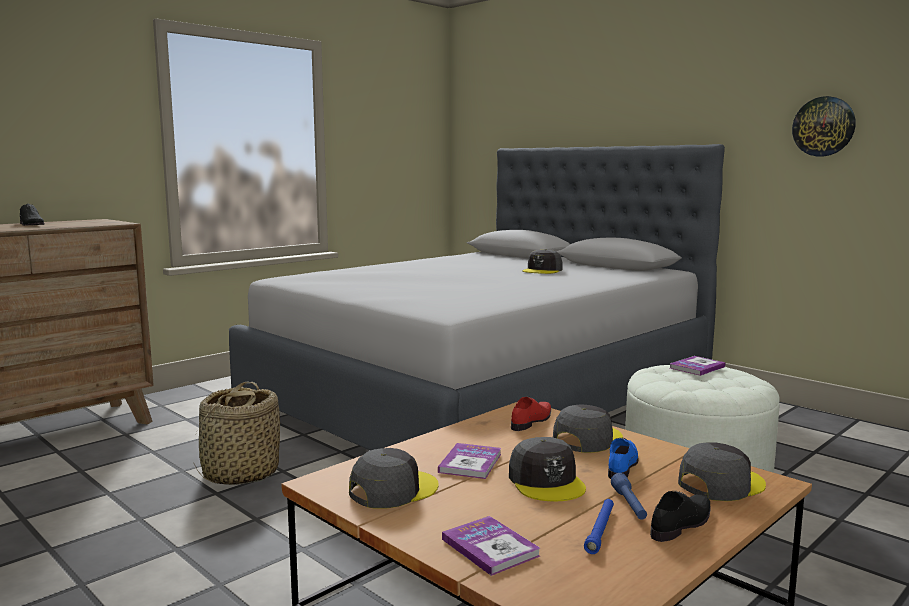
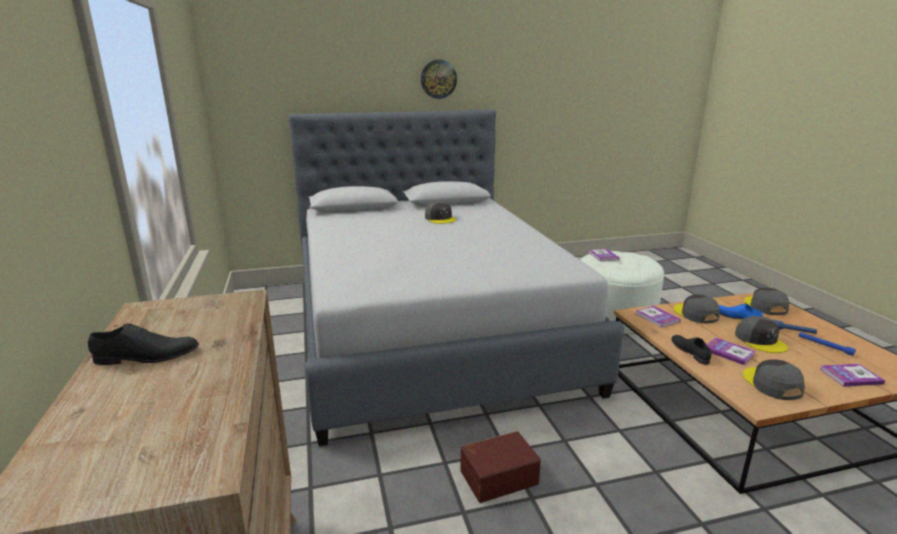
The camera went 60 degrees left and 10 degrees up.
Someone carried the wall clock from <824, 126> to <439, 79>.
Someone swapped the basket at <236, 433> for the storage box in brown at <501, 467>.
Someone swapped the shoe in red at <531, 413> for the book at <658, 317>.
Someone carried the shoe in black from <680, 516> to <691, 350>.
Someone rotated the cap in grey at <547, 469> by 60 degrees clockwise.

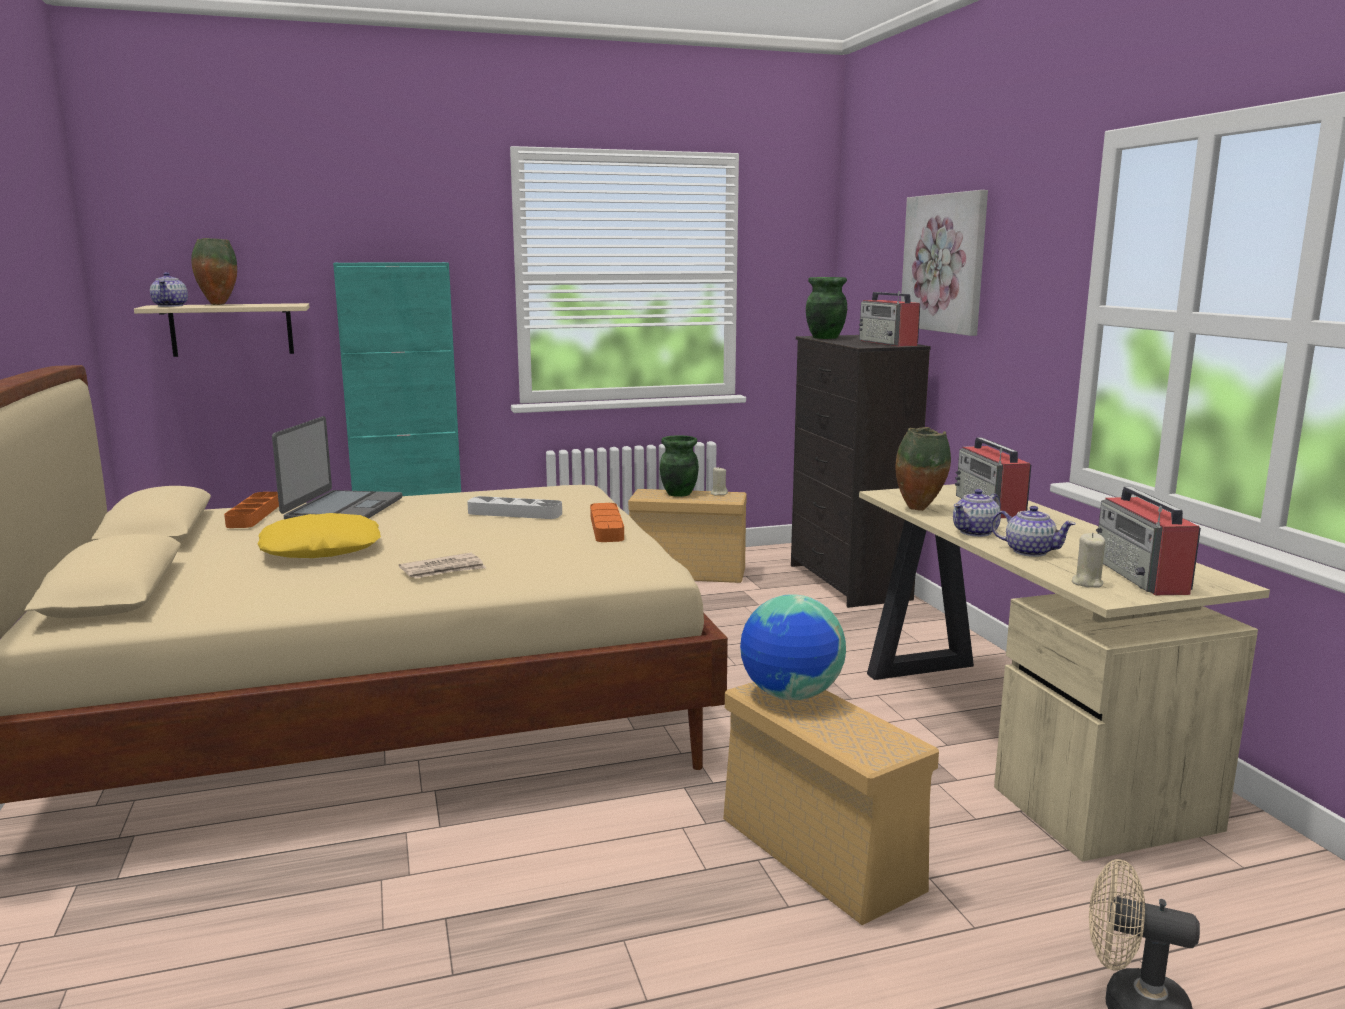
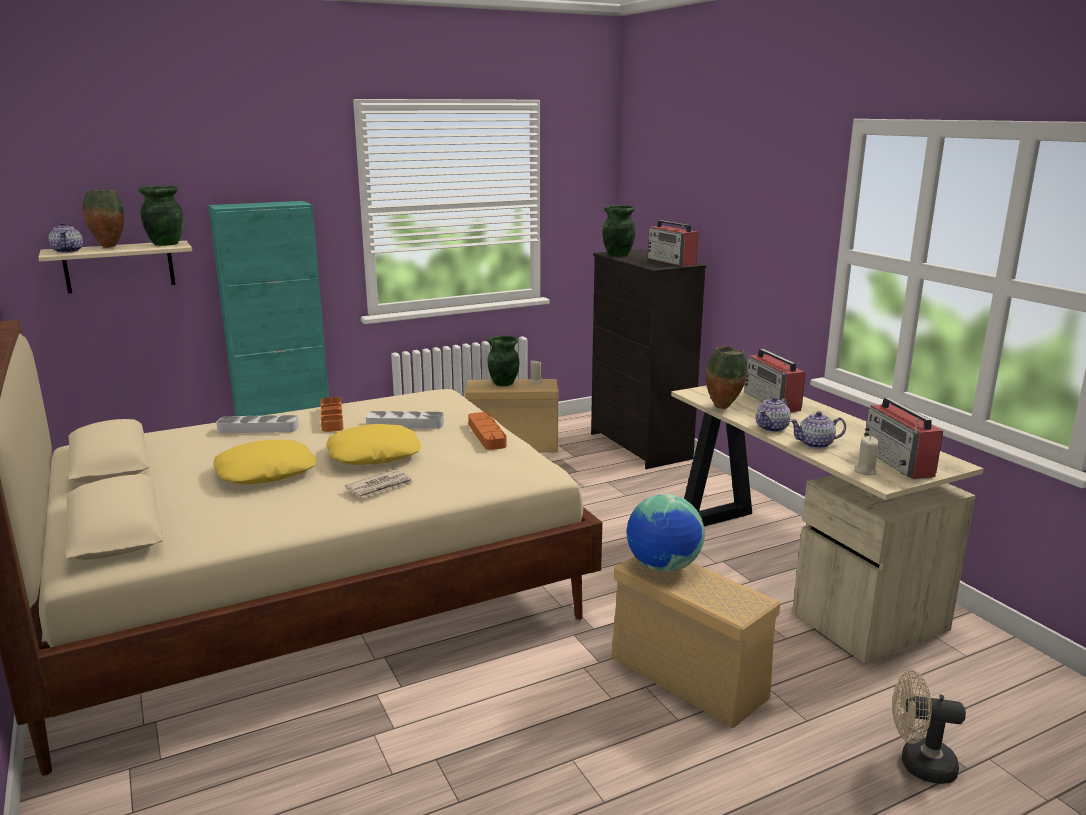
The camera went 10 degrees left and 5 degrees up.
Someone put down the vase in green at <161, 216>.
Someone swapped the laptop at <337, 467> for the tray in grey at <257, 424>.
Someone carried the tray in orange from <251, 510> to <332, 414>.
Someone put down the pillow in yellow at <374, 444>.
Someone rotated the teapot at <1033, 531> by 150 degrees clockwise.
Someone took away the picture at <944, 263>.

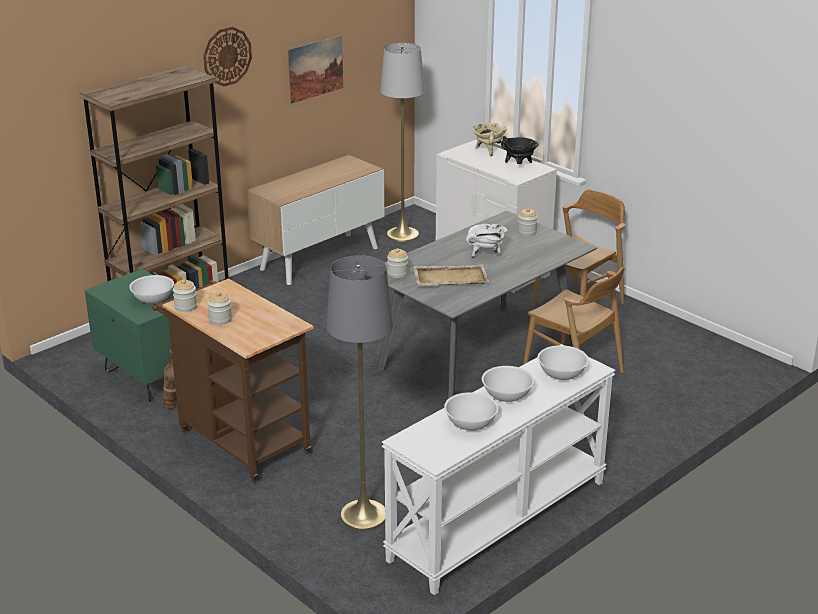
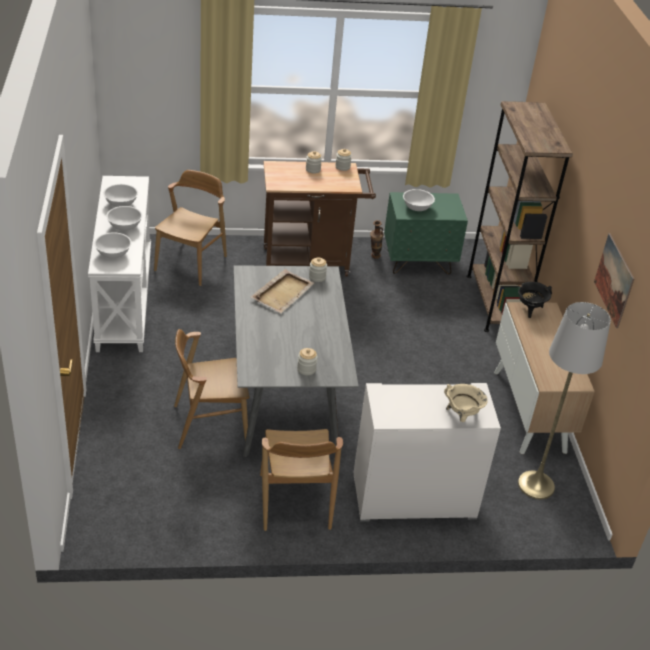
The camera went 125 degrees right and 10 degrees up.
Someone swapped the floor lamp in grey at <359, 393> for the chair in brown at <190, 228>.
Someone carried the cooking pot in black from <520, 150> to <535, 300>.
Someone took away the wall clock at <227, 56>.
Someone took away the cooking pot in white at <486, 241>.

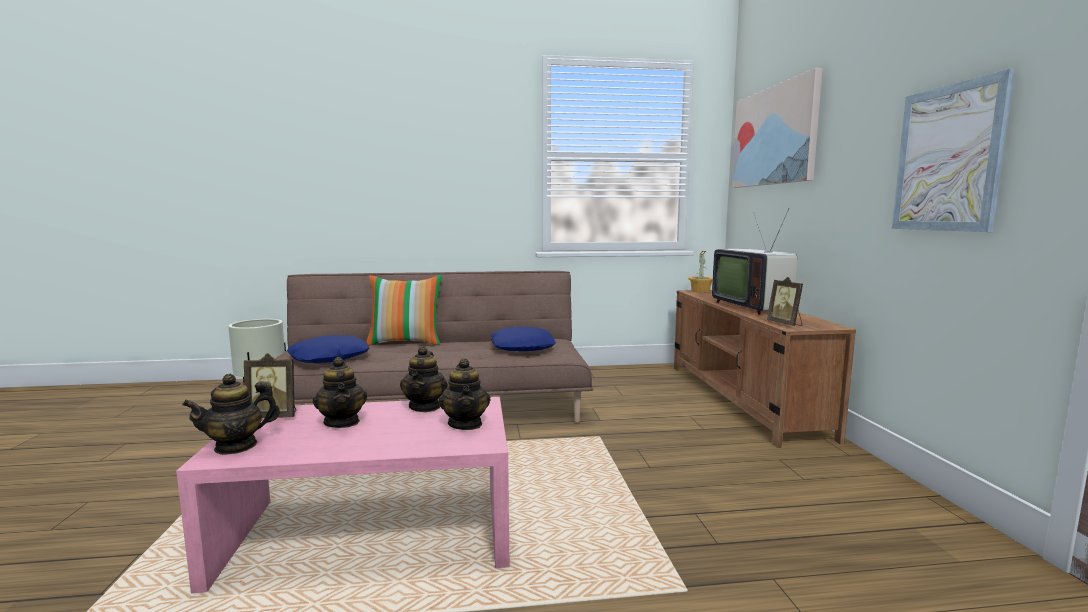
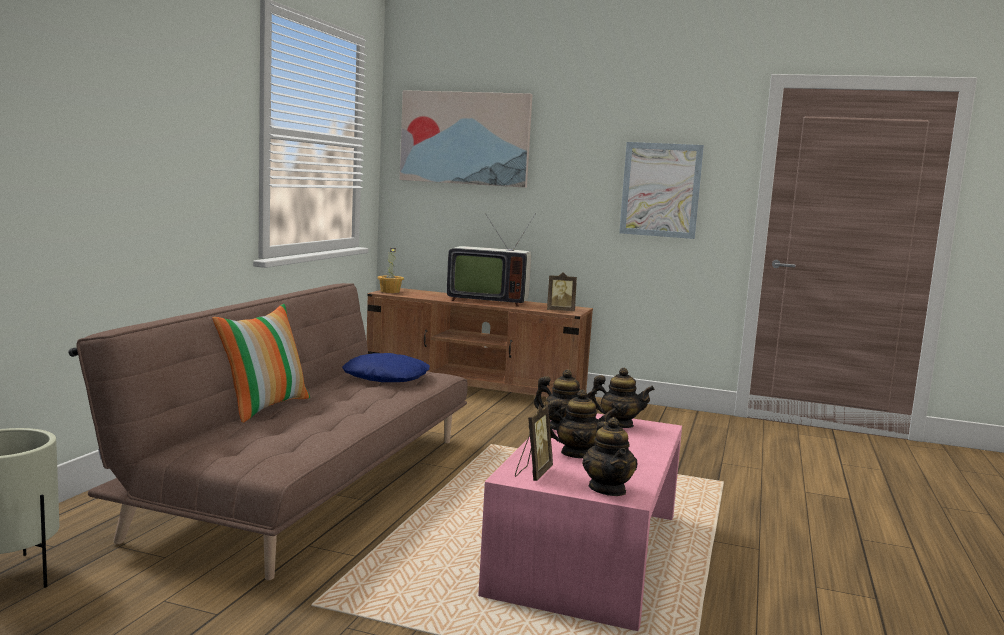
The camera went 65 degrees left and 0 degrees up.
Someone took away the pillow in blue at <328, 349>.

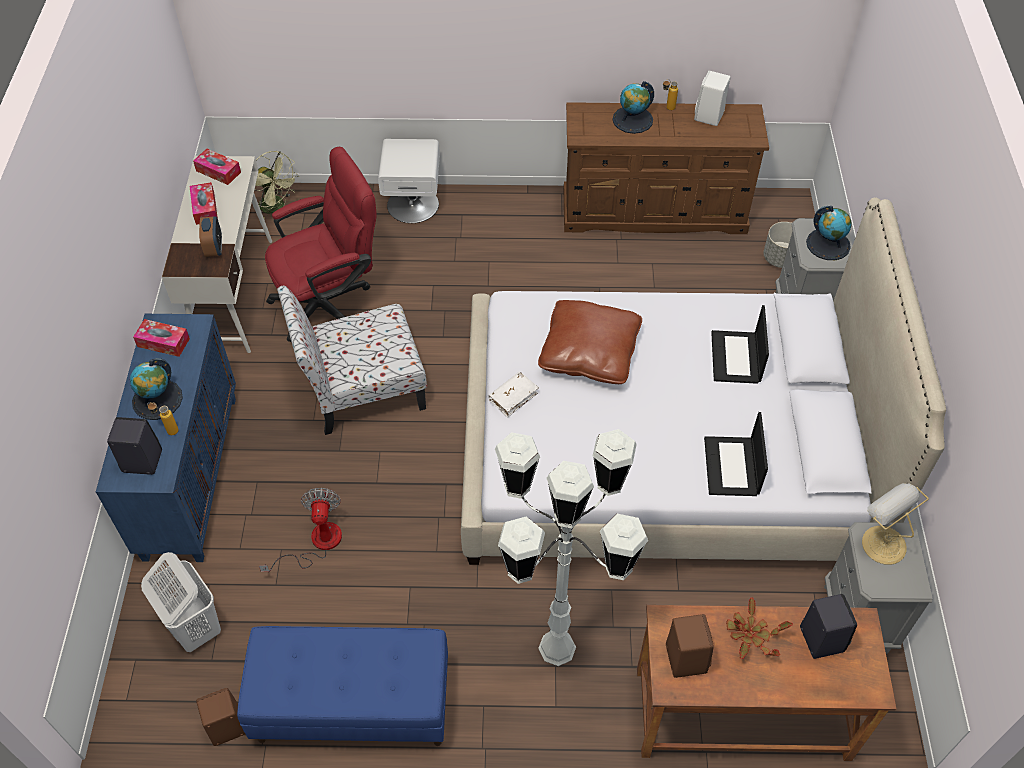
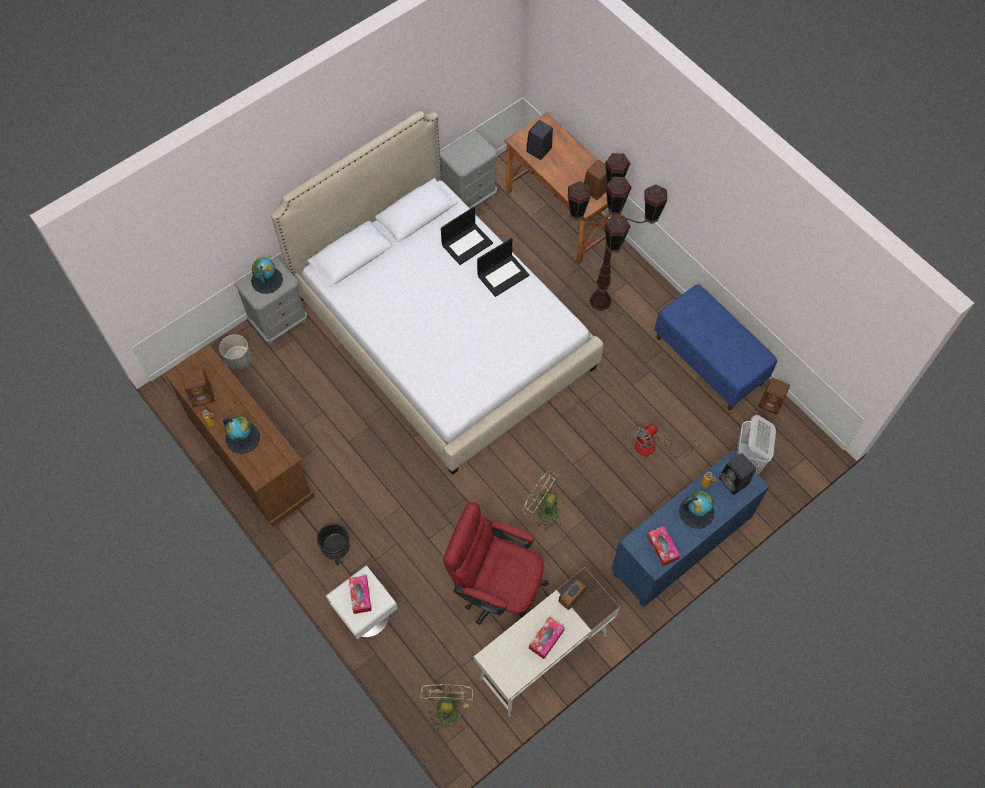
The camera went 130 degrees left and 10 degrees up.
Someone repainted the speaker in white at <712, 98>, which became the speaker in brown at <198, 387>.
Someone put down the planter in black at <333, 544>.
Someone carried the tissue box from <217, 166> to <360, 594>.
Someone carried the laptop from <740, 344> to <503, 267>.
Someone swapped the chair at <352, 360> for the fan in green at <542, 500>.
Someone repainted the floor lamp in white at <571, 547>, which became the floor lamp in brown at <617, 232>.
Someone took away the book in white at <513, 395>.
Someone took away the pillow in brown at <590, 342>.
Someone took away the potted plant at <759, 628>.
Someone took away the table lamp at <895, 524>.

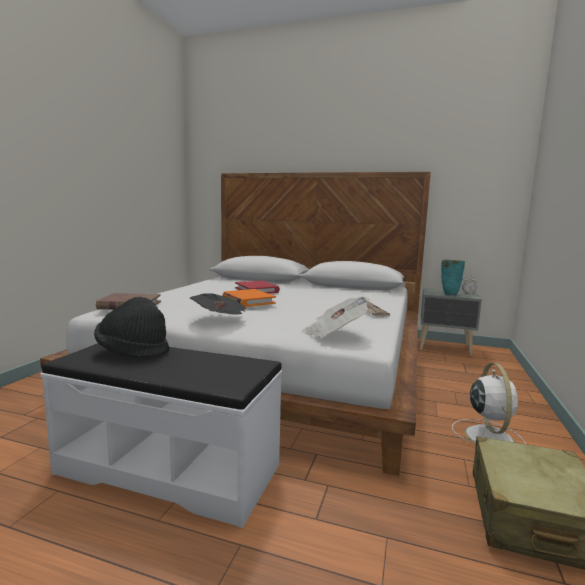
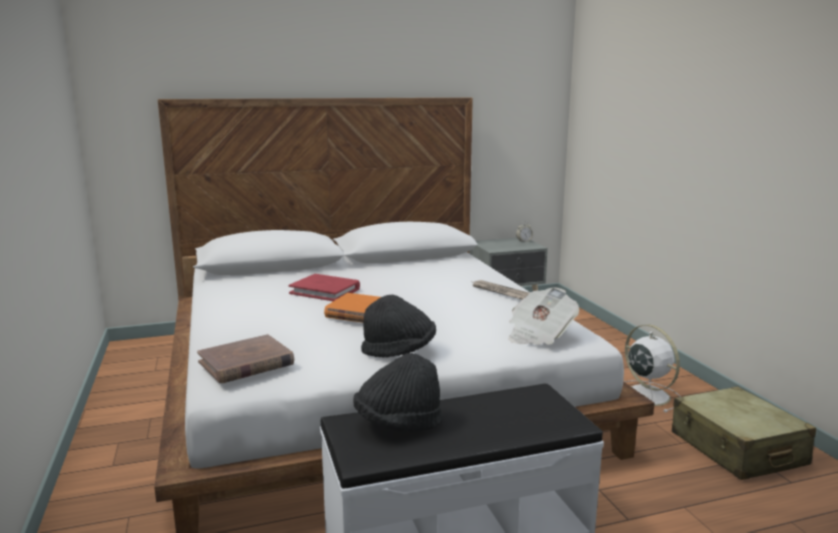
The camera went 35 degrees left and 5 degrees up.
Someone swapped the newspaper at <218, 304> for the hat in black at <398, 326>.
Someone took away the vase in turquoise at <453, 277>.

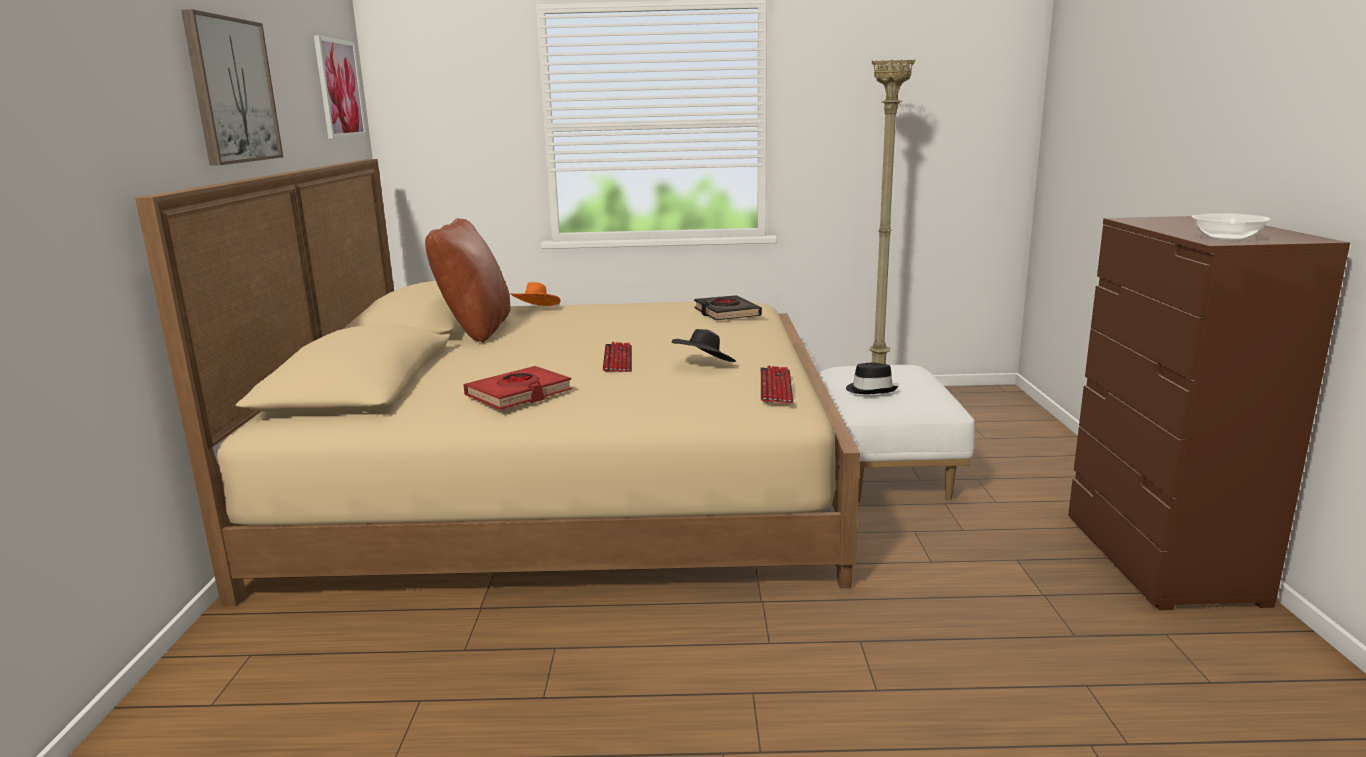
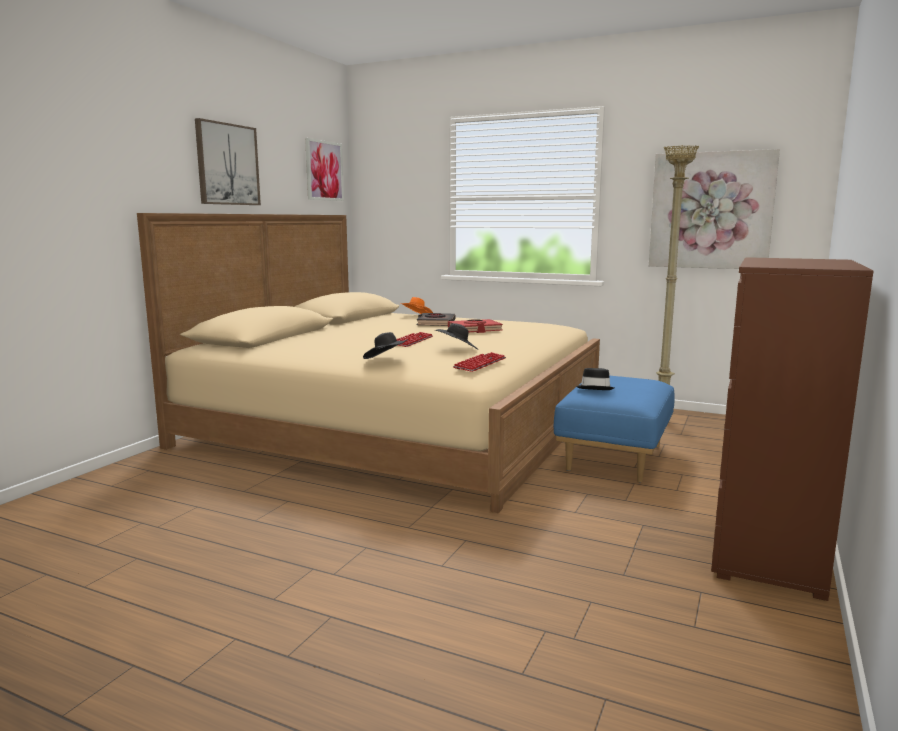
The camera went 25 degrees right and 5 degrees down.
Someone put down the hat in black at <385, 345>.
Someone carried the book in black from <728, 307> to <436, 319>.
Someone carried the book in red from <517, 388> to <475, 326>.
Someone repainted the ottoman in white at <897, 434>, which became the ottoman in blue at <614, 429>.
Someone put up the picture at <714, 209>.
Someone took away the pillow in brown at <467, 280>.
Someone took away the bowl at <1231, 227>.

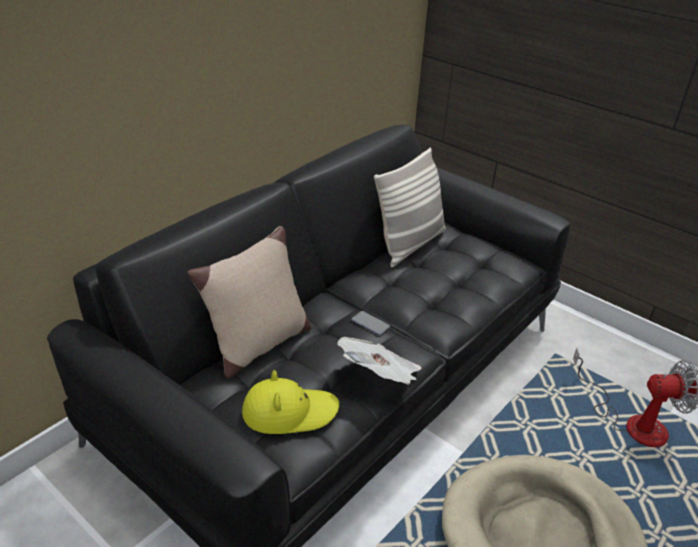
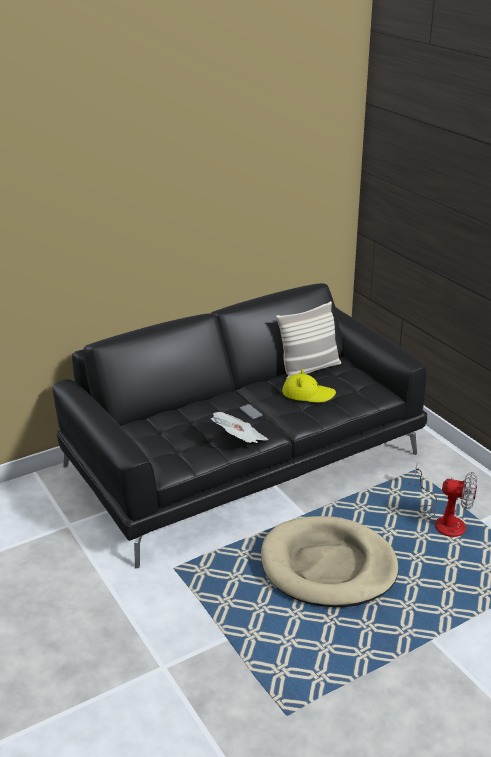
The camera went 20 degrees right and 5 degrees down.
Someone carried the hat in yellow from <290, 402> to <309, 386>.
Someone took away the pillow in beige at <249, 302>.

